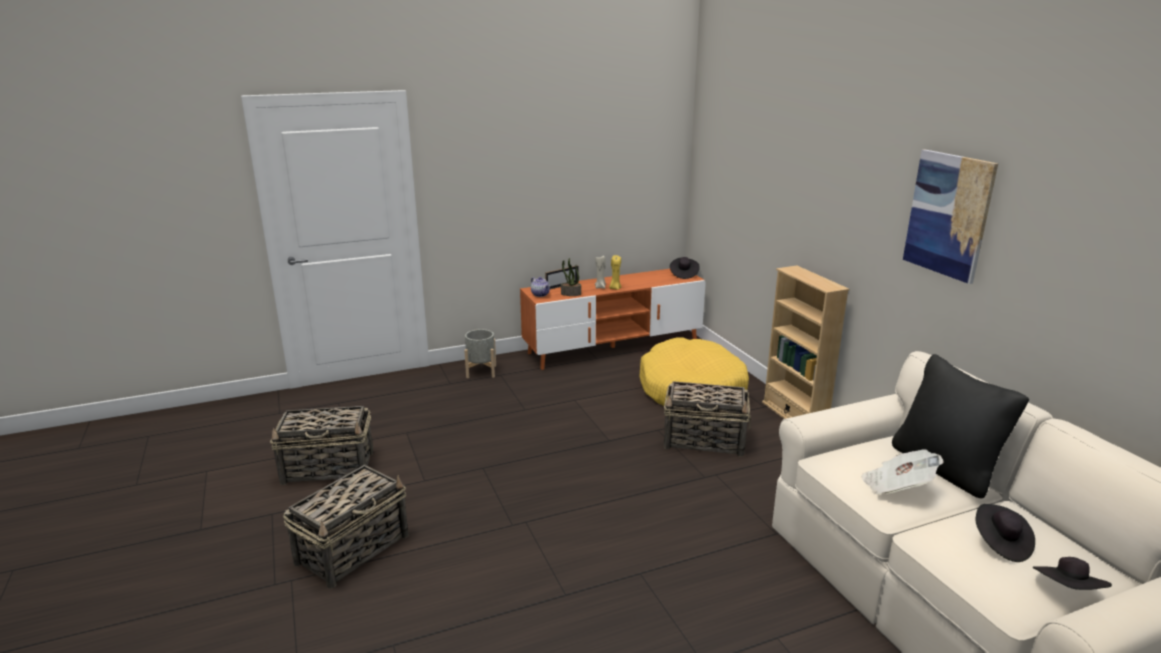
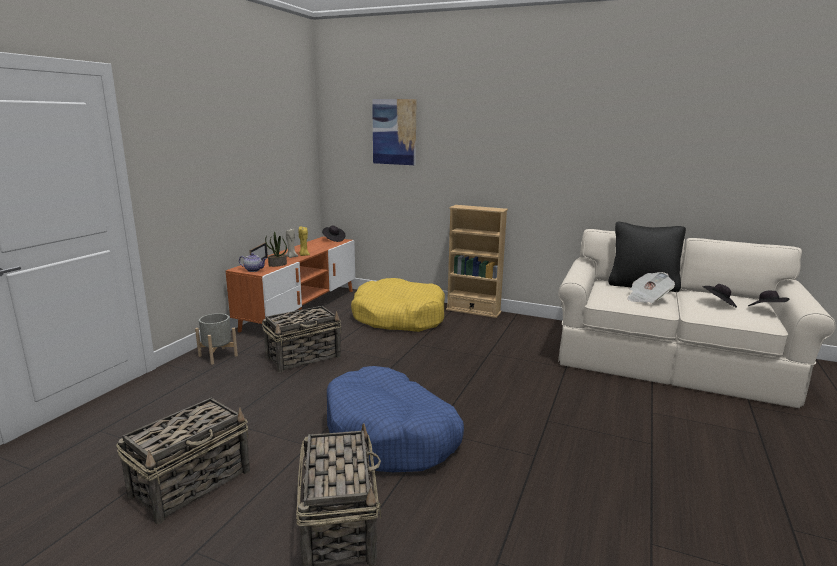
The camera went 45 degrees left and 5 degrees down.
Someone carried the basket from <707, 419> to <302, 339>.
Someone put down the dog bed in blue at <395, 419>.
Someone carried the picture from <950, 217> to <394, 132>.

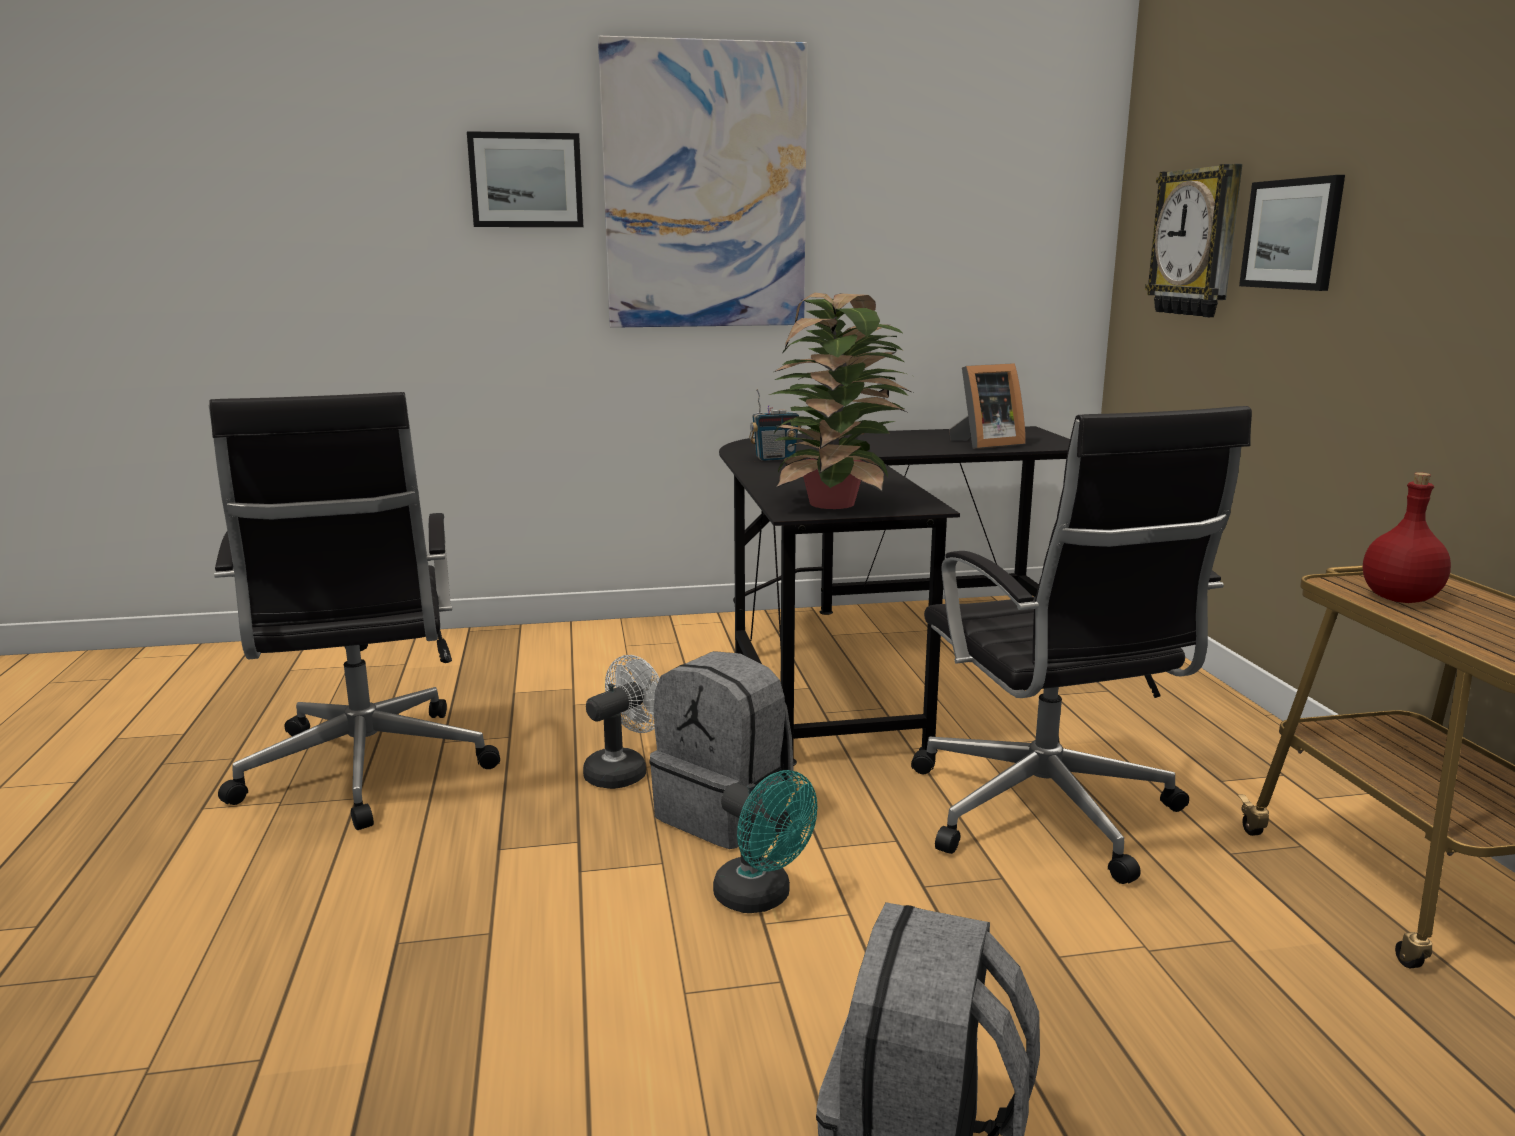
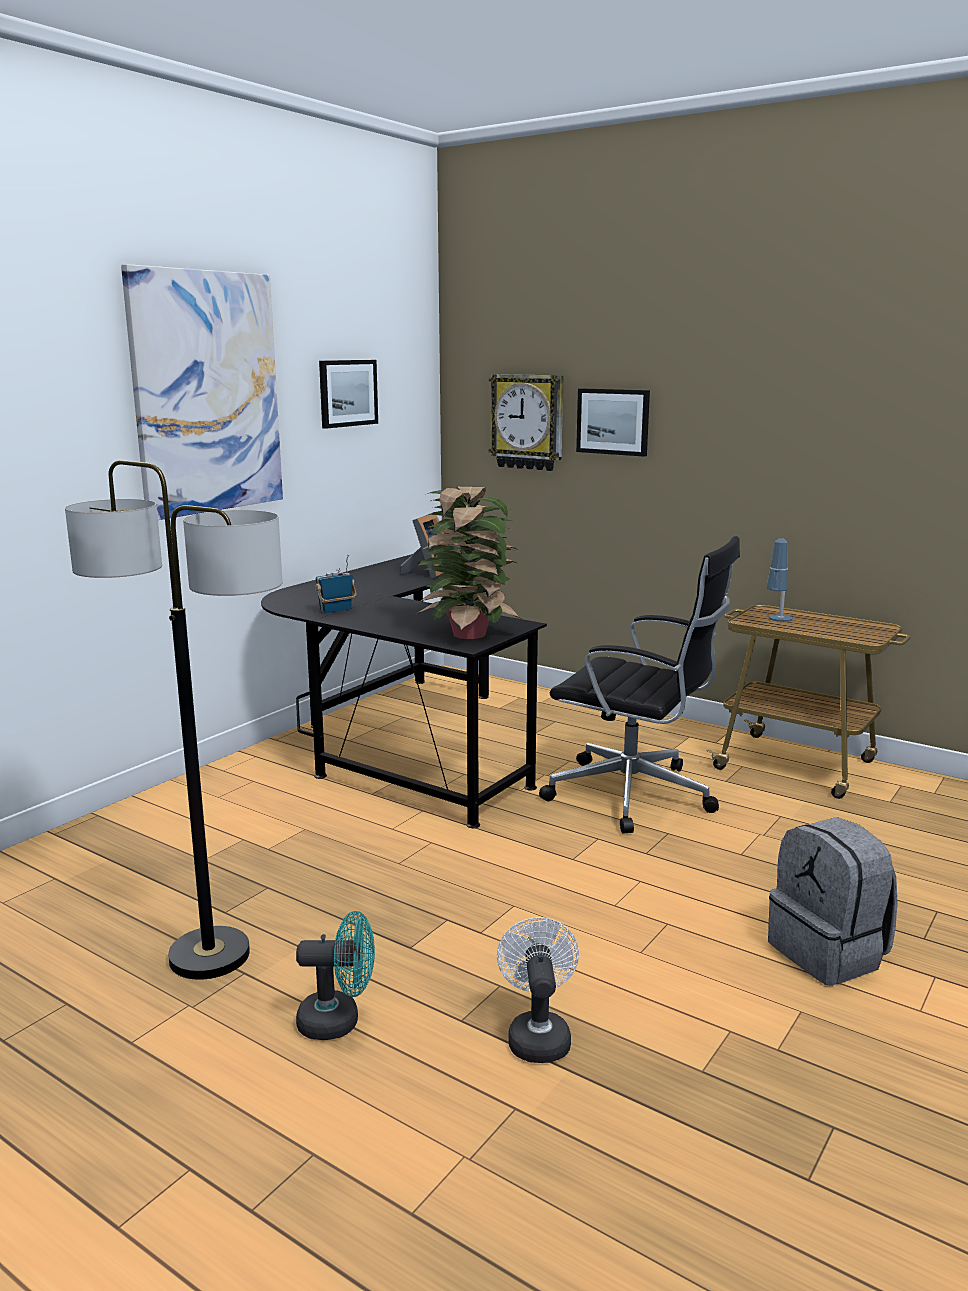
The camera went 45 degrees left and 0 degrees up.
Someone swapped the office chair in black at <354, 611> for the floor lamp at <174, 720>.
Someone carried the fan in turquoise from <765, 841> to <335, 975>.
Someone rotated the radio at <775, 425> by 150 degrees counterclockwise.
Someone carried the picture from <525, 179> to <348, 394>.
Someone carried the fan in white from <621, 722> to <538, 990>.
Someone swapped the bottle in red at <1407, 537> for the table lamp at <780, 580>.
Someone took away the backpack in grey at <721, 750>.

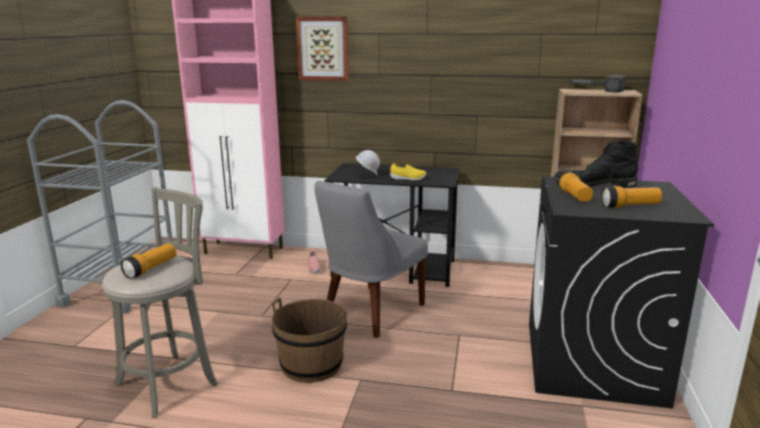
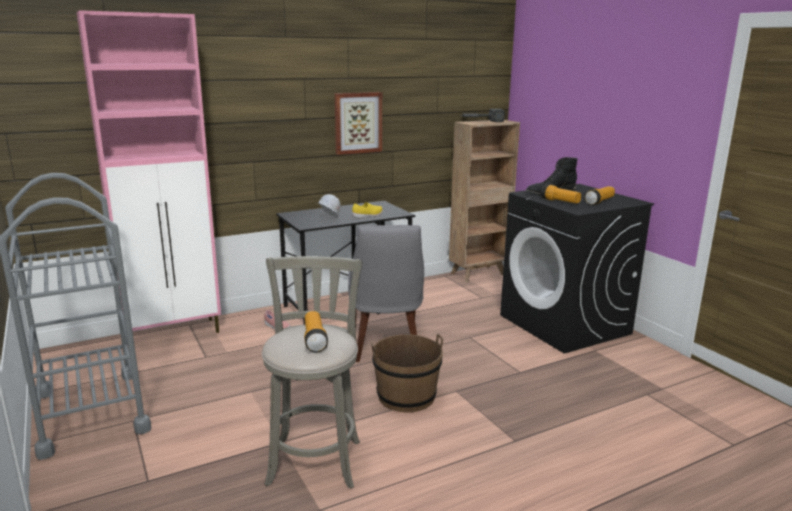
The camera went 40 degrees left and 0 degrees up.
Someone carried the picture from <322, 48> to <358, 123>.

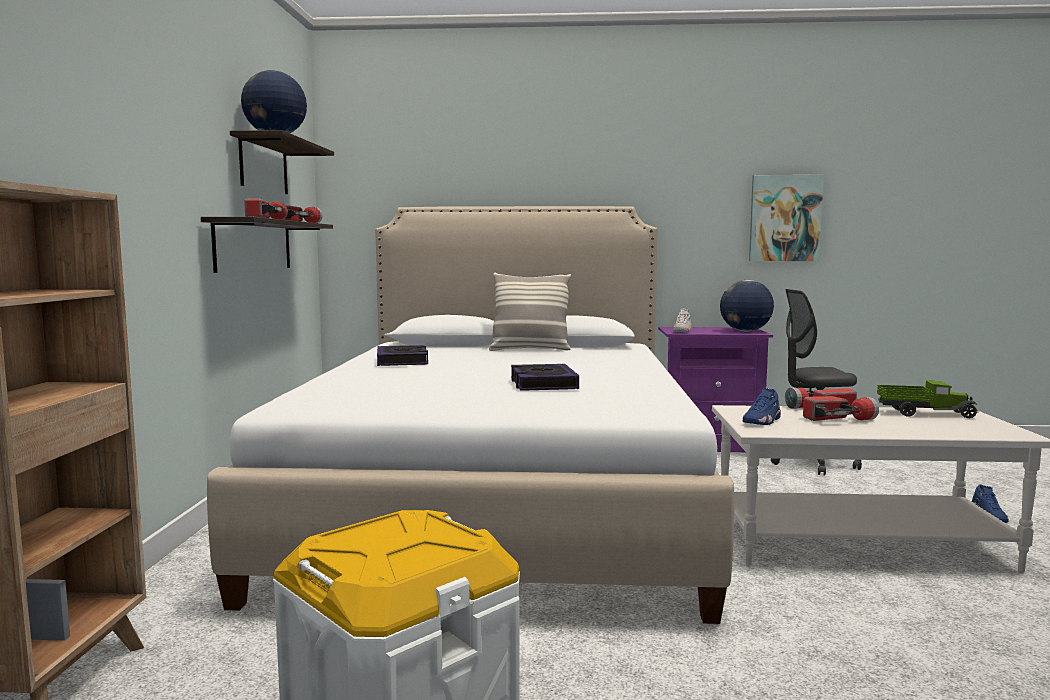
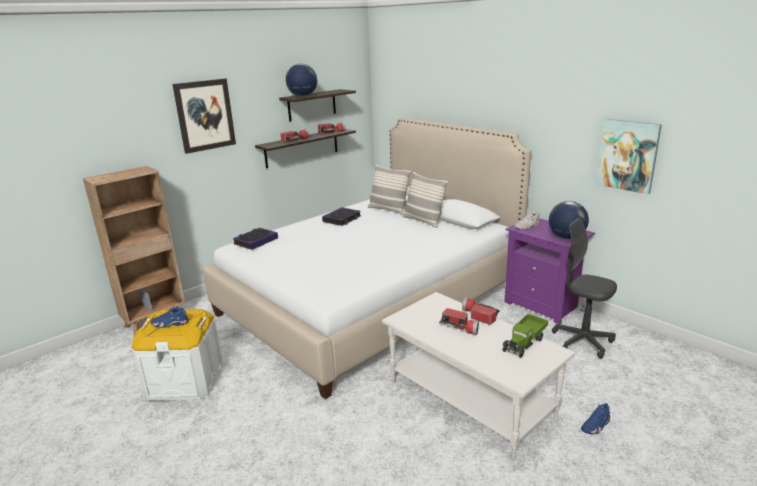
The camera went 45 degrees right and 15 degrees up.
Someone carried the shoe in blue from <762, 406> to <169, 317>.
Someone put up the picture at <204, 116>.
Someone carried the book from <545, 377> to <255, 239>.
Someone put down the pillow at <389, 189>.
Someone rotated the toy truck at <927, 399> by 75 degrees clockwise.

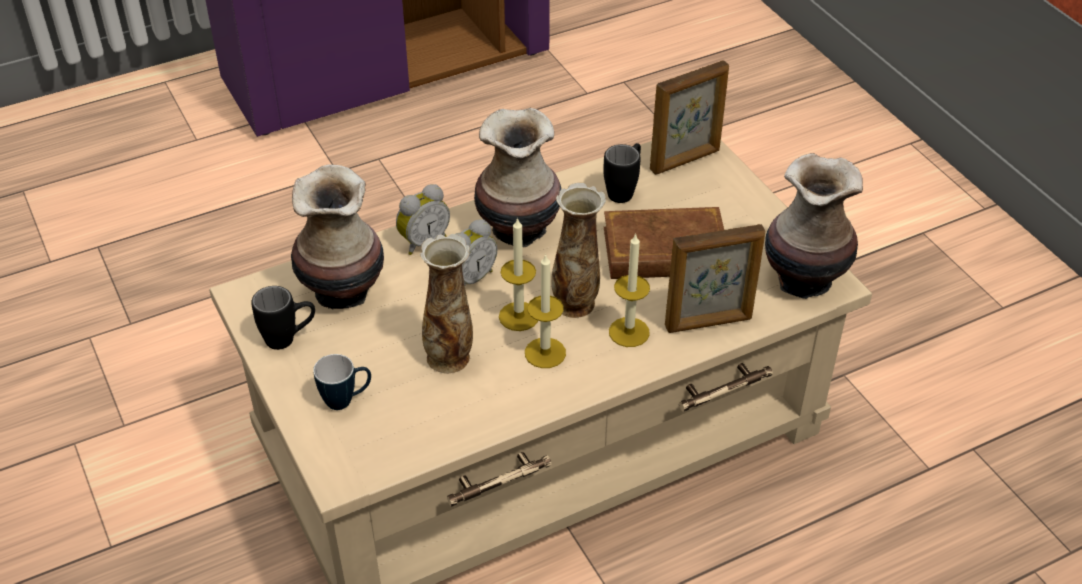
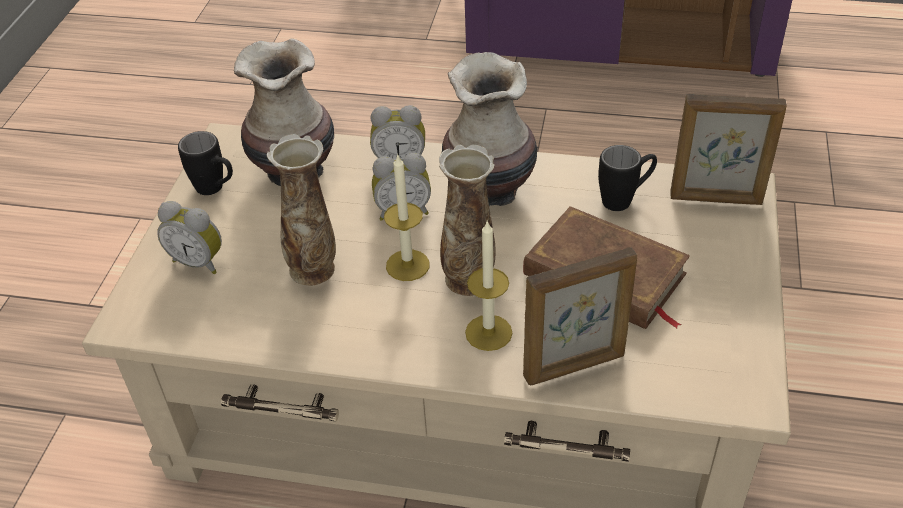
The camera went 40 degrees right and 0 degrees up.
Someone swapped the mug at <342, 382> for the alarm clock at <189, 237>.
Someone rotated the picture frame at <715, 278> by 45 degrees counterclockwise.
Someone took away the candle at <545, 311>.
Someone took away the vase at <814, 226>.

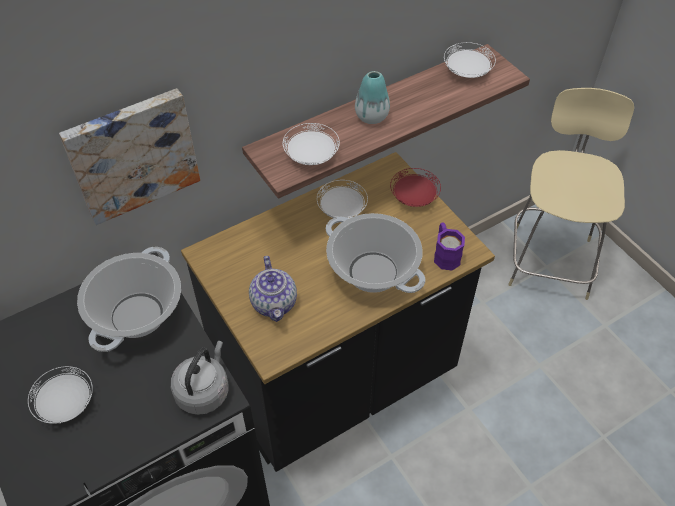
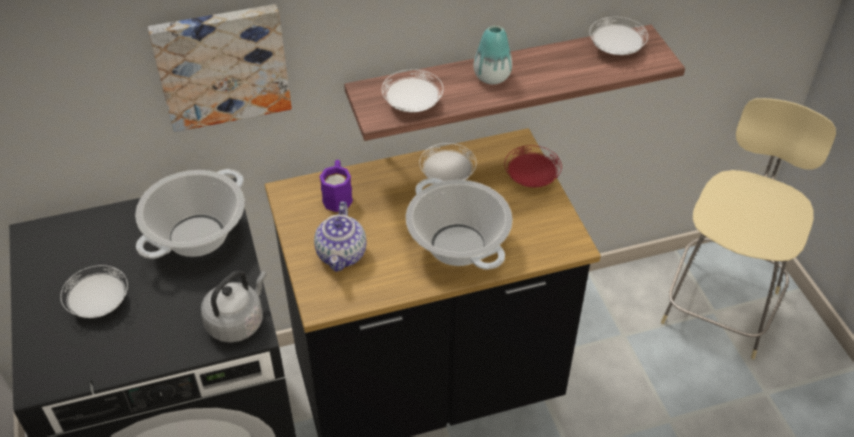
The camera went 15 degrees right and 5 degrees down.
Someone carried the mug in purple from <449, 246> to <336, 186>.

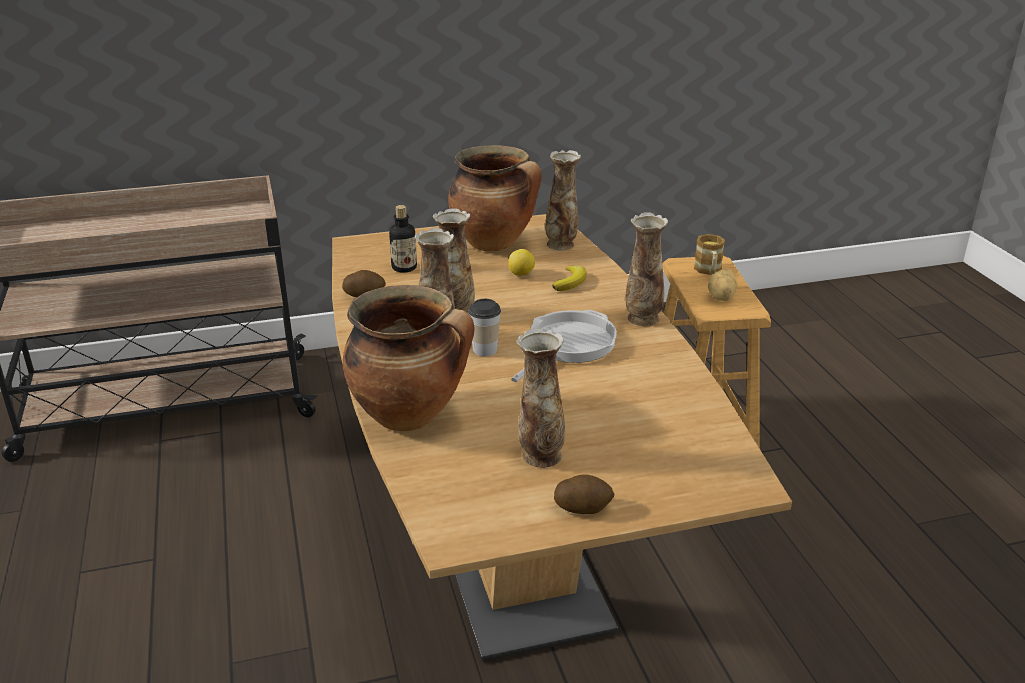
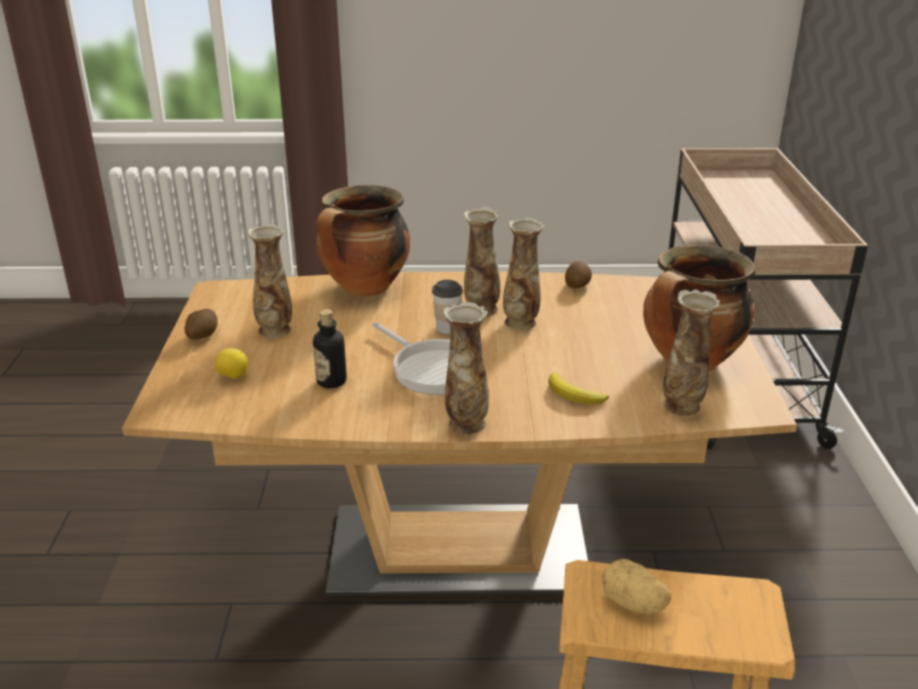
The camera went 105 degrees right and 0 degrees up.
Someone carried the lemon from <522, 262> to <231, 363>.
Someone carried the bottle from <403, 239> to <330, 348>.
Someone took away the mug at <709, 254>.

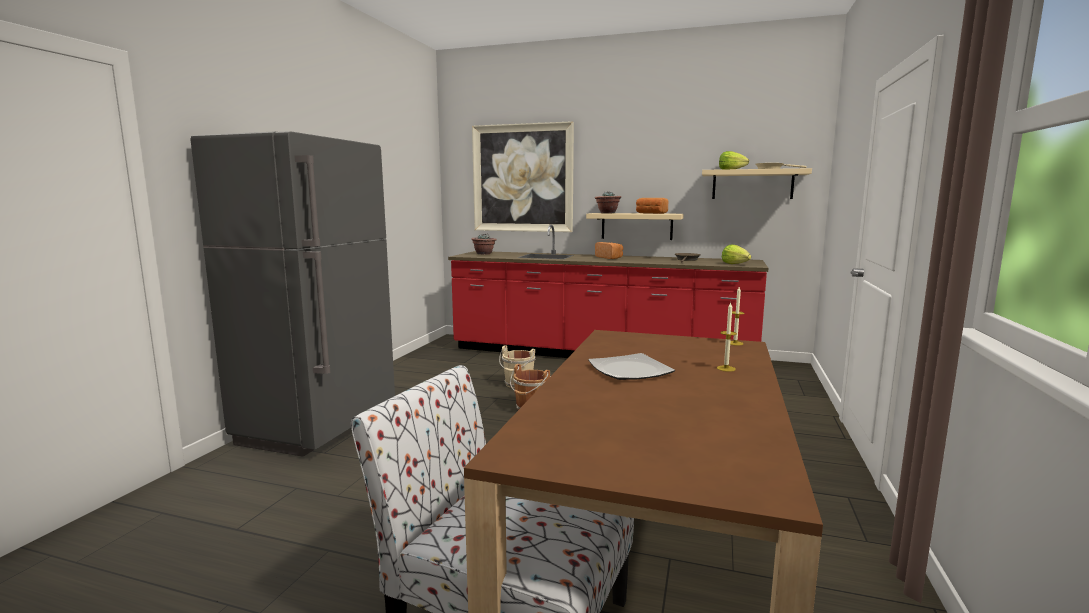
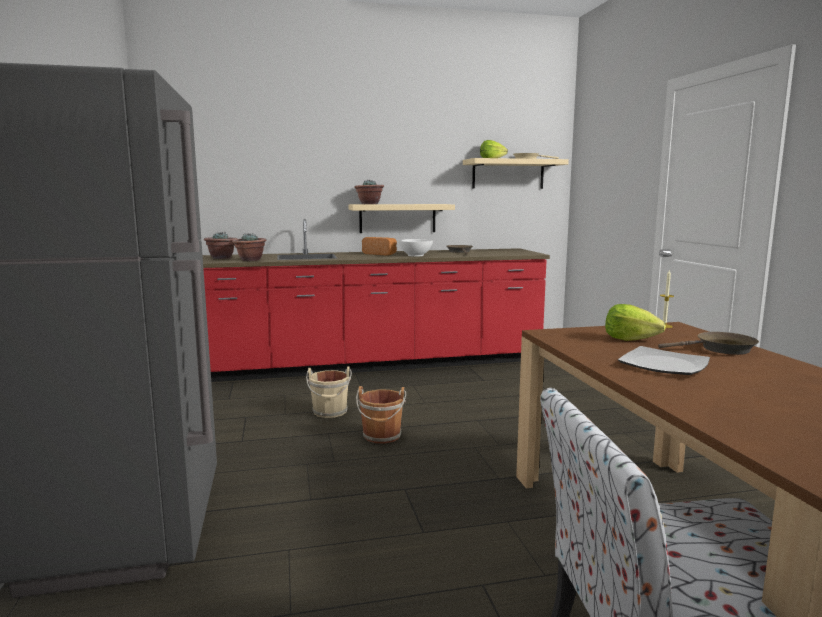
The camera went 30 degrees left and 0 degrees up.
Someone put down the potted plant at <249, 247>.
Someone put down the bowl in white at <416, 248>.
Someone carried the lettuce from <736, 254> to <635, 322>.
Someone swapped the candle at <727, 337> for the frying pan in brown at <708, 343>.
Someone took away the picture at <523, 176>.
Someone took away the bread at <652, 206>.

